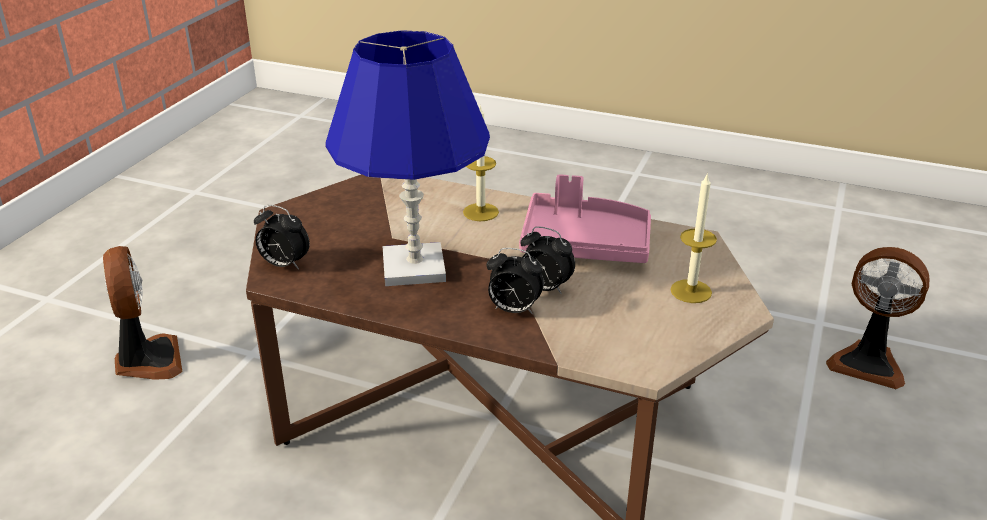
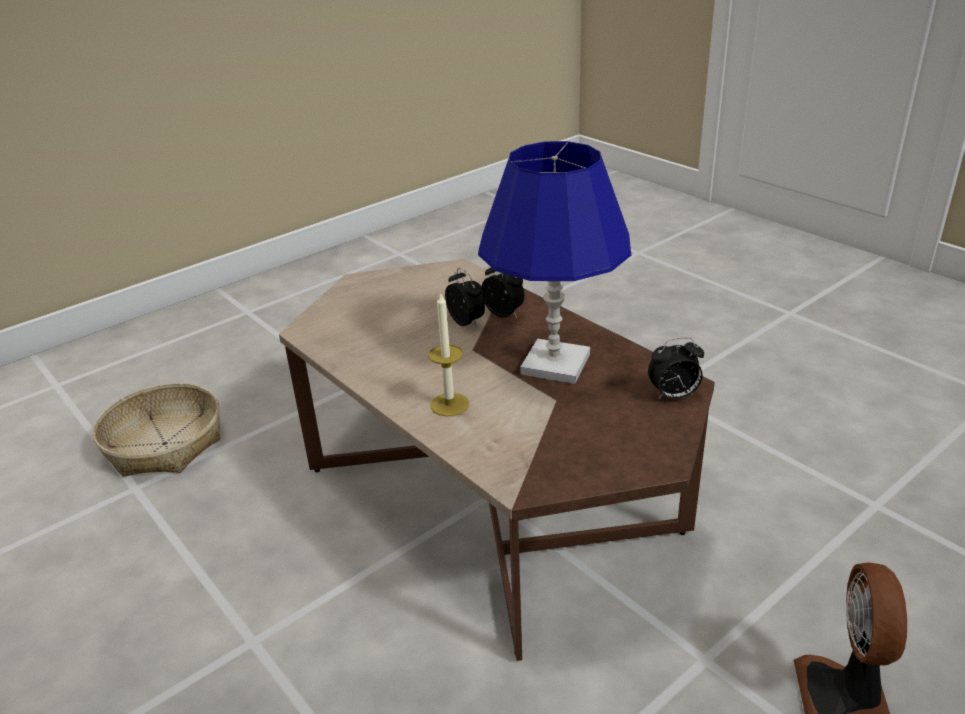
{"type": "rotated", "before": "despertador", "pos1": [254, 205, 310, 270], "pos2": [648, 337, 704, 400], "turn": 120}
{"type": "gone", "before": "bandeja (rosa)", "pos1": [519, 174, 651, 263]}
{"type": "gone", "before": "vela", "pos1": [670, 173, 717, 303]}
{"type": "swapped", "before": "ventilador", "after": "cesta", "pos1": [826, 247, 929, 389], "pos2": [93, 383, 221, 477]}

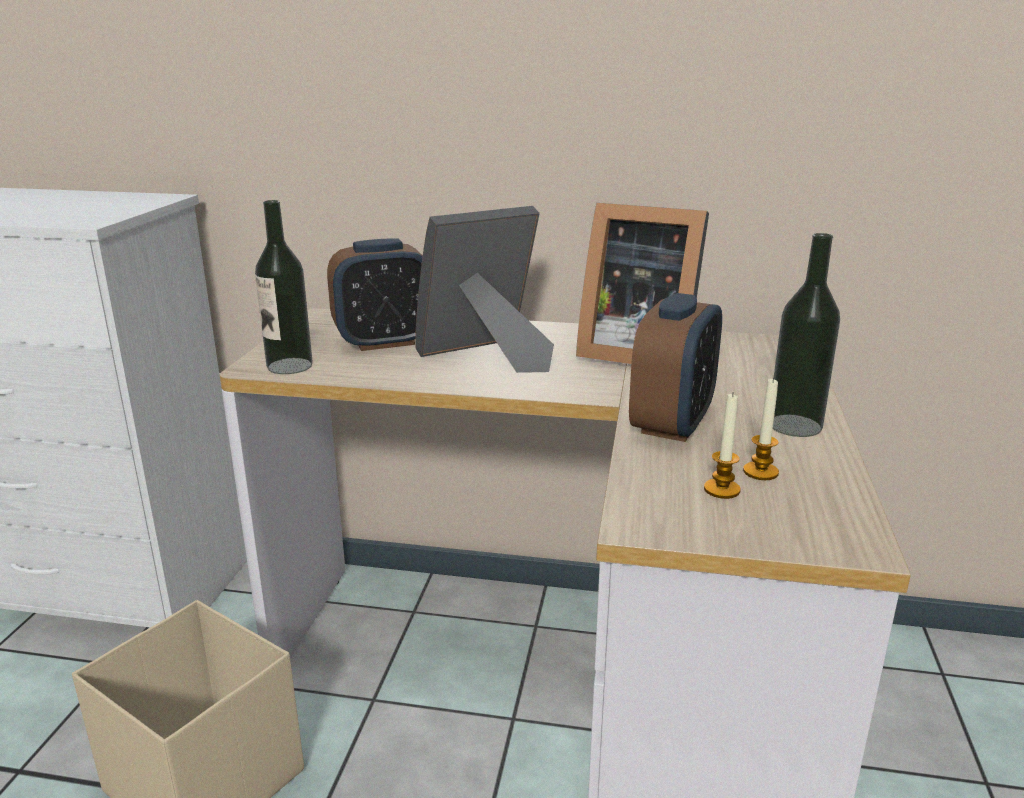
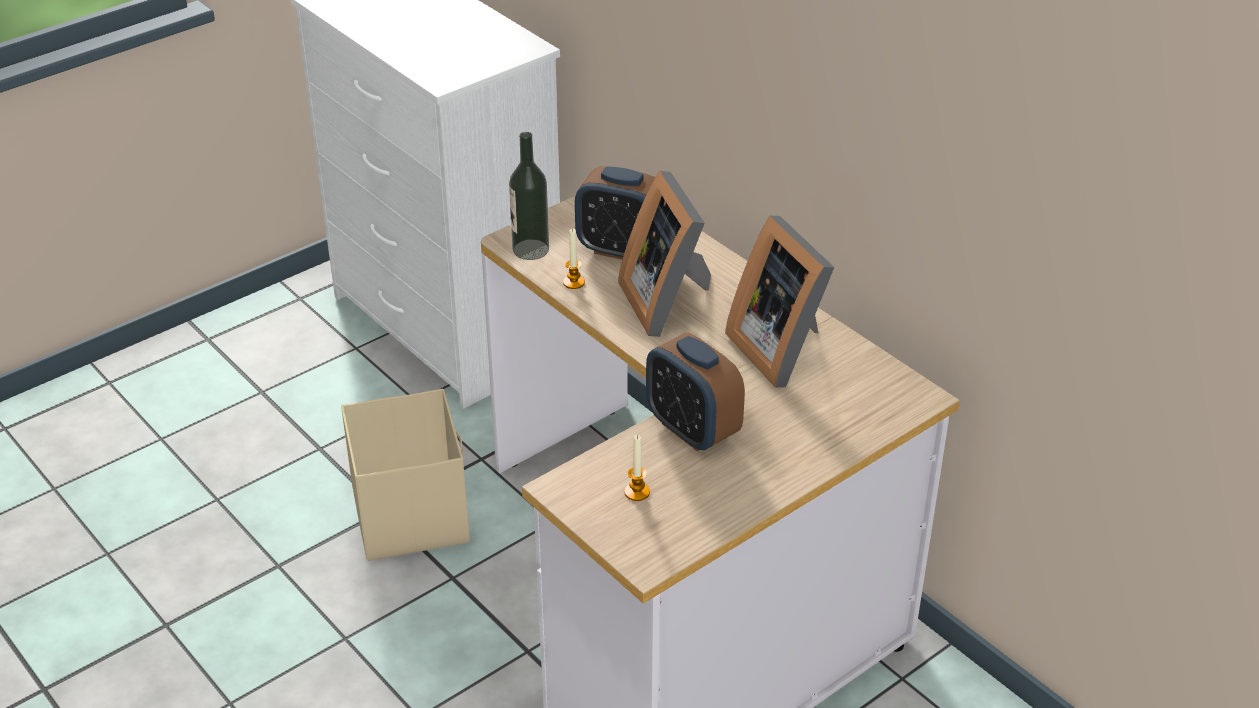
{"type": "rotated", "before": "portarretratos", "pos1": [415, 206, 554, 373], "pos2": [618, 171, 711, 337], "turn": -120}
{"type": "rotated", "before": "despertador", "pos1": [629, 293, 722, 442], "pos2": [646, 333, 745, 451], "turn": 75}
{"type": "shifted", "before": "vela", "pos1": [743, 377, 779, 480], "pos2": [563, 229, 585, 289]}
{"type": "gone", "before": "botella", "pos1": [773, 233, 840, 437]}

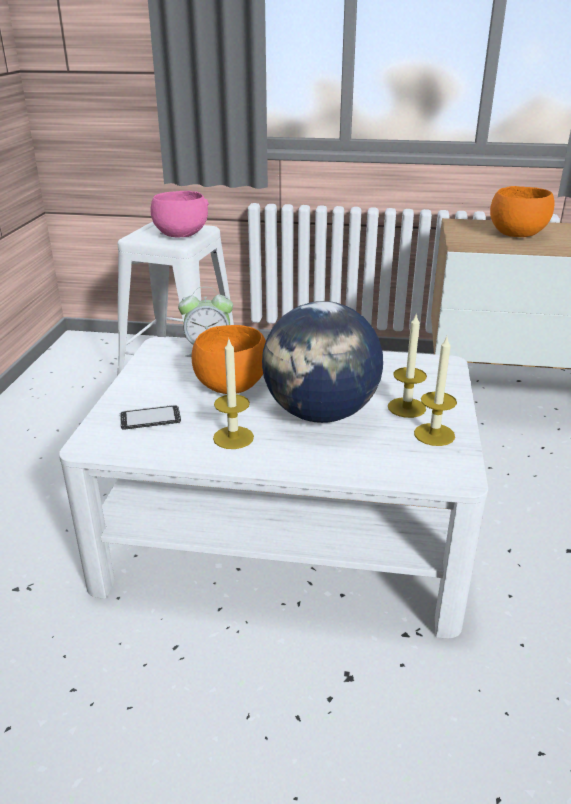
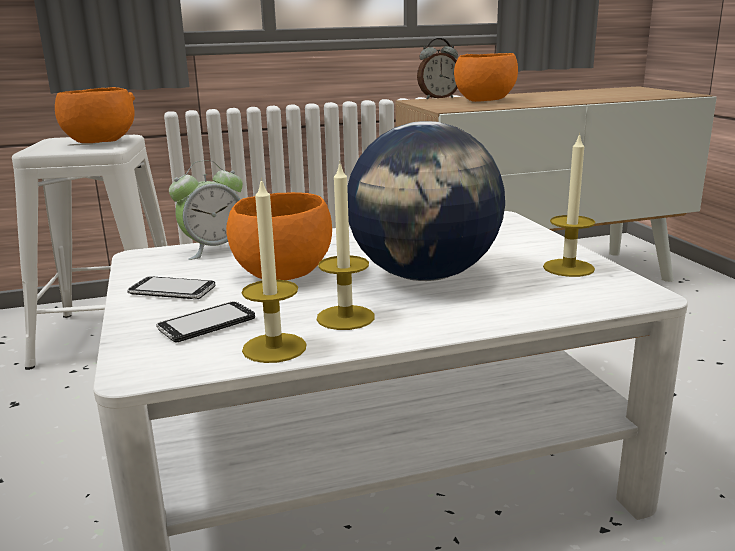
{"type": "repainted", "before": "cuenco (rosa)", "after": "cuenco (naranja)", "pos1": [151, 191, 209, 238], "pos2": [55, 87, 135, 143]}
{"type": "shifted", "before": "vela", "pos1": [388, 312, 427, 418], "pos2": [242, 177, 306, 363]}
{"type": "new", "after": "móvil", "pos2": [127, 276, 215, 299]}
{"type": "new", "after": "despertador", "pos2": [417, 38, 458, 99]}

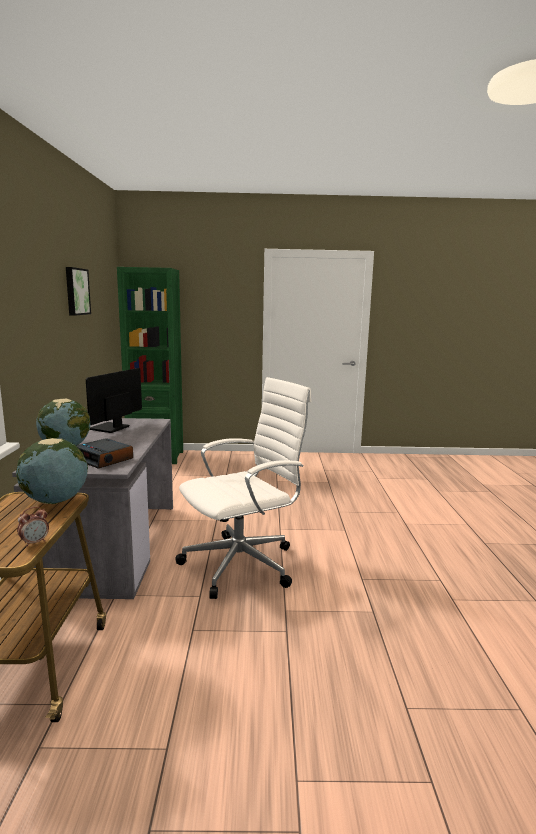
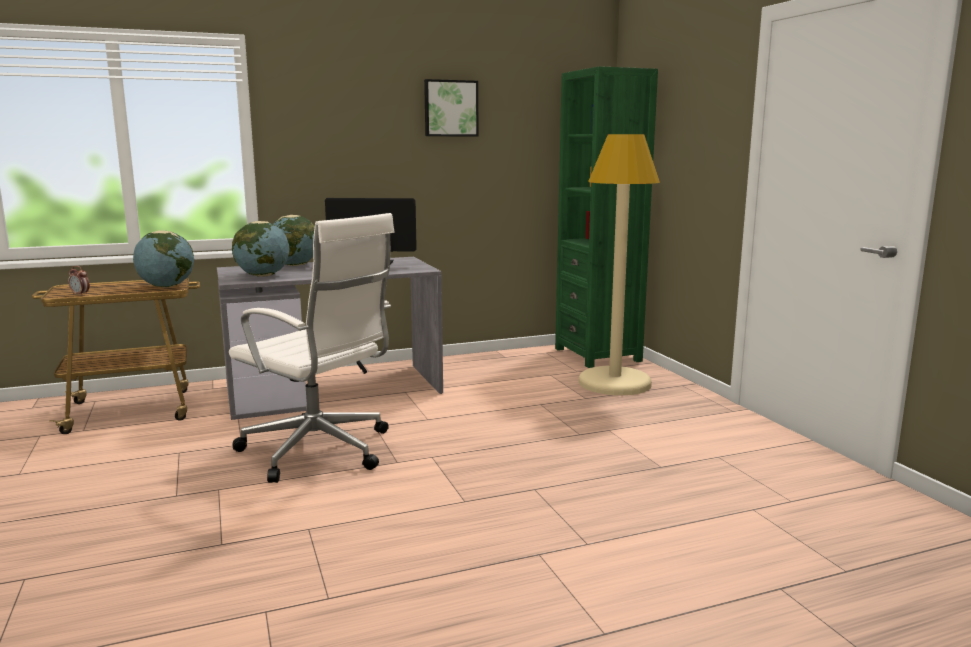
{"type": "swapped", "before": "despertador", "after": "globo terráqueo", "pos1": [76, 438, 133, 469], "pos2": [232, 221, 290, 277]}
{"type": "new", "after": "lámpara de pie (beis)", "pos2": [579, 134, 660, 395]}

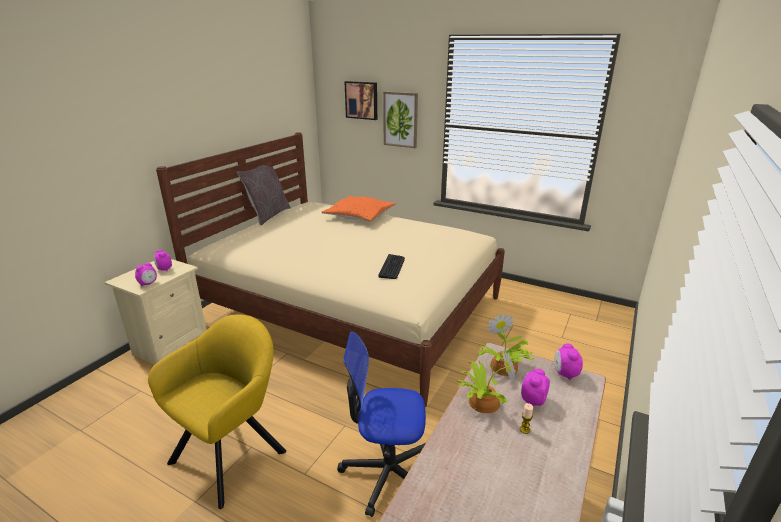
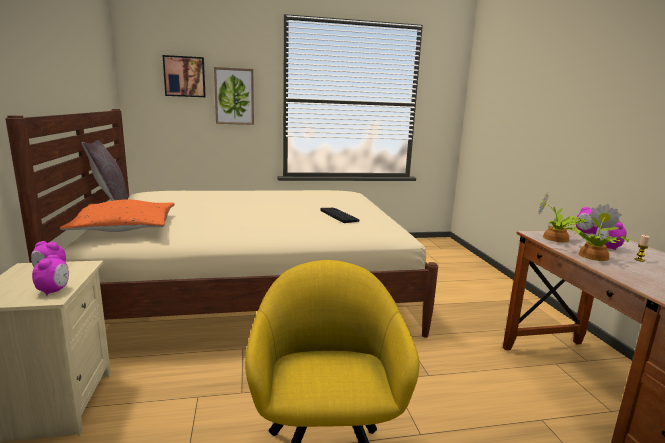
{"type": "shifted", "before": "cojín (naranja)", "pos1": [321, 196, 396, 222], "pos2": [60, 199, 175, 232]}
{"type": "gone", "before": "silla de oficina", "pos1": [337, 332, 426, 517]}

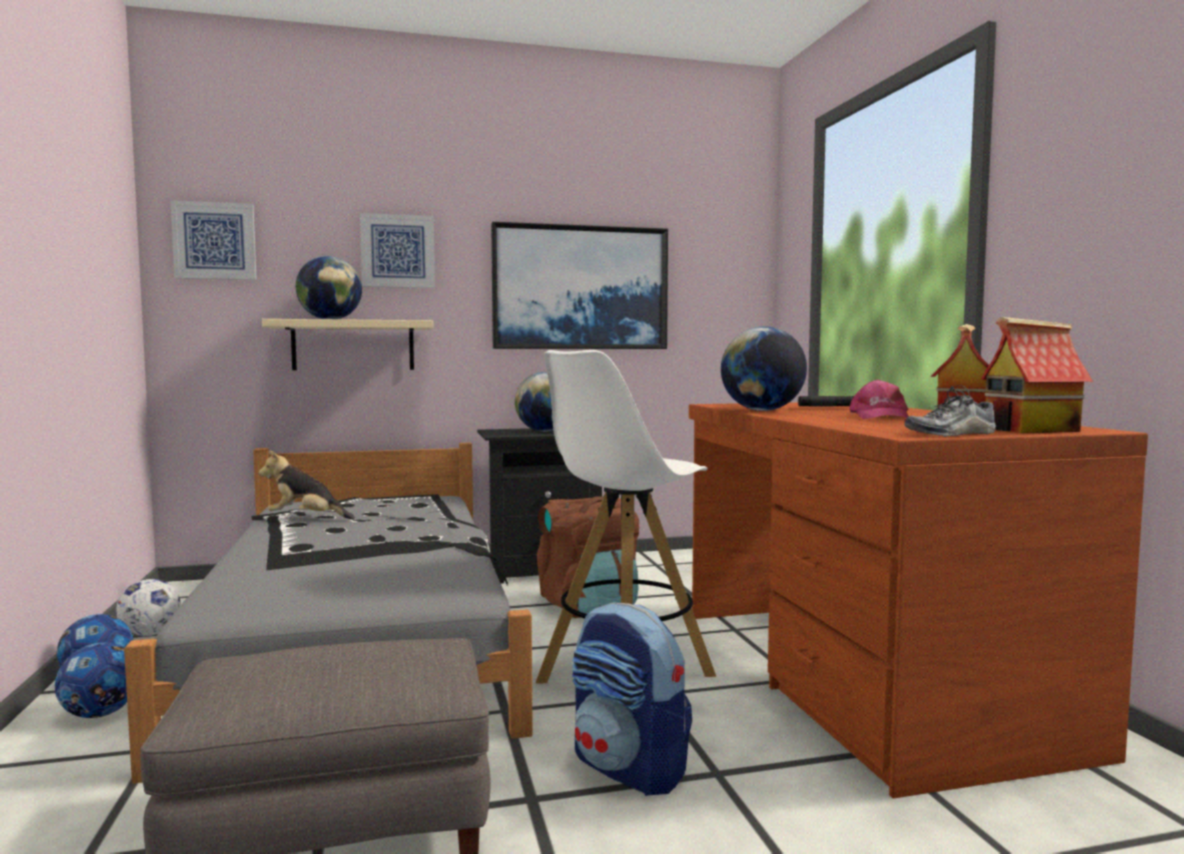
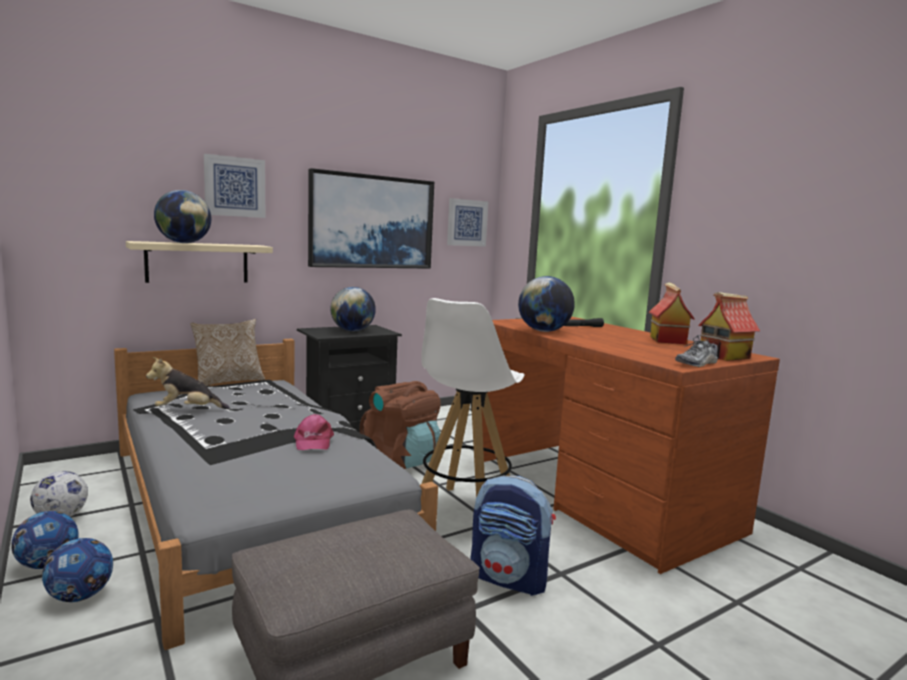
{"type": "shifted", "before": "cuadro", "pos1": [170, 200, 257, 280], "pos2": [447, 198, 488, 247]}
{"type": "shifted", "before": "gorra (rosa)", "pos1": [849, 379, 909, 419], "pos2": [294, 414, 334, 450]}
{"type": "new", "after": "cojín", "pos2": [190, 319, 265, 386]}

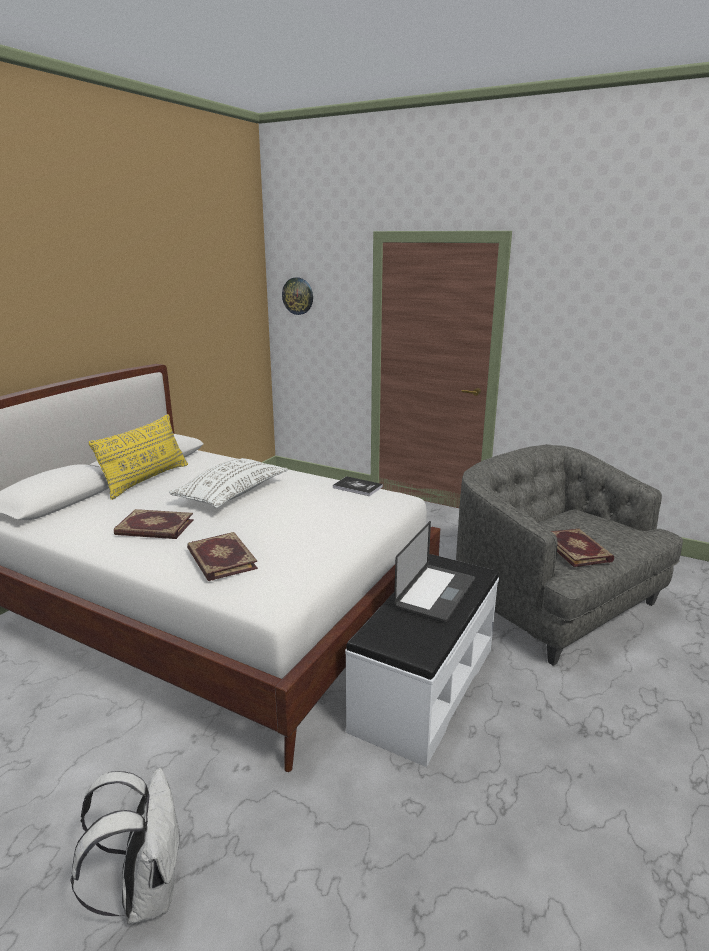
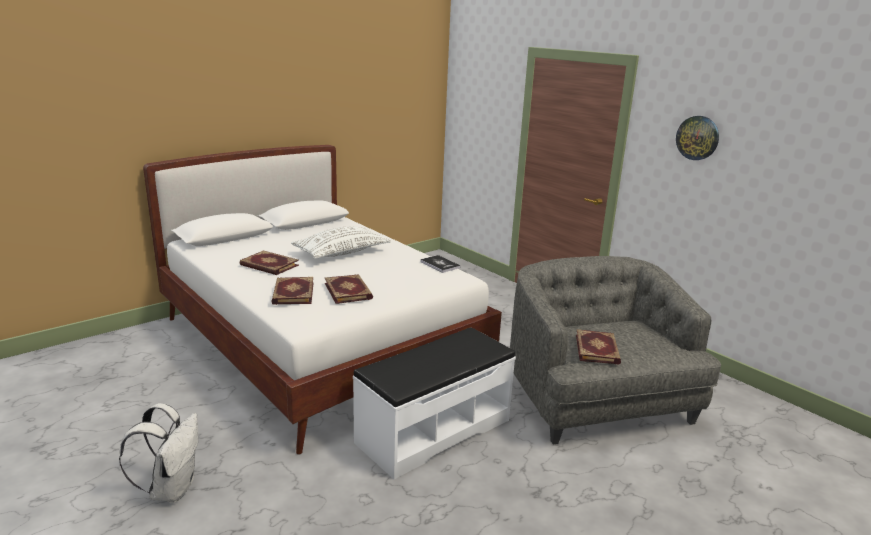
{"type": "gone", "before": "cojín (amarillo)", "pos1": [88, 414, 188, 500]}
{"type": "shifted", "before": "reloj de pared", "pos1": [282, 277, 313, 315], "pos2": [676, 116, 719, 160]}
{"type": "gone", "before": "portátil", "pos1": [394, 521, 475, 623]}
{"type": "new", "after": "libro", "pos2": [325, 274, 373, 304]}

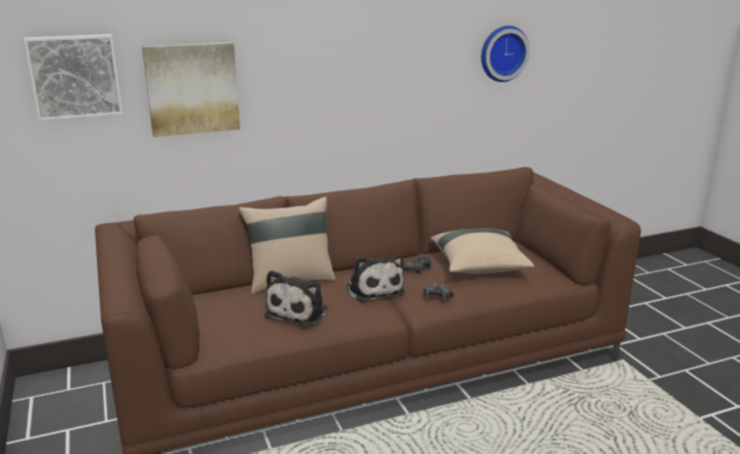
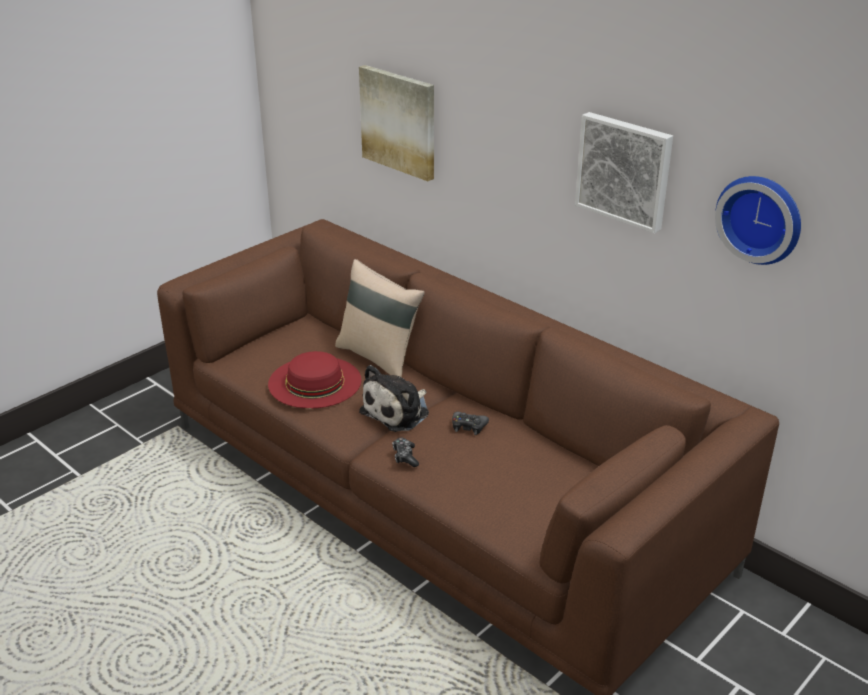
{"type": "shifted", "before": "cuadro", "pos1": [24, 34, 123, 121], "pos2": [575, 112, 673, 233]}
{"type": "swapped", "before": "peluche", "after": "sombrero (rojo)", "pos1": [264, 270, 328, 326], "pos2": [268, 351, 361, 409]}
{"type": "gone", "before": "cojín (beis)", "pos1": [431, 229, 535, 274]}

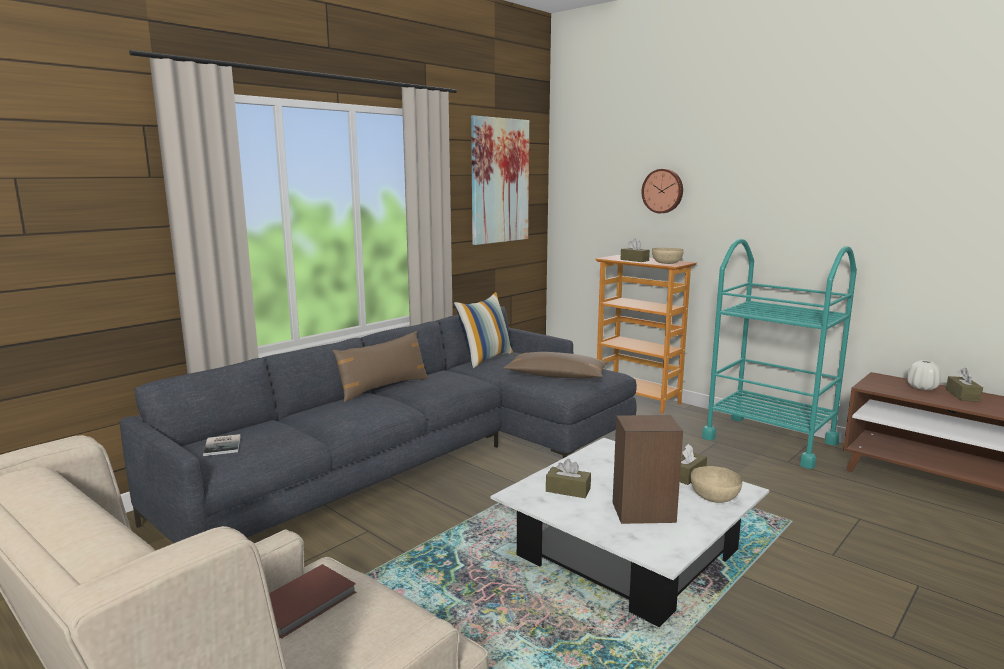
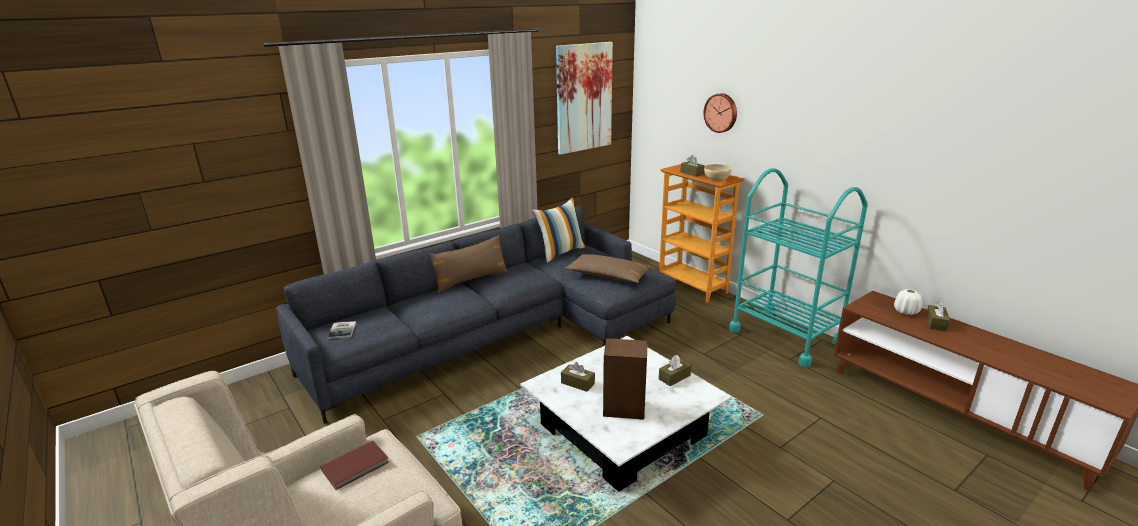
{"type": "gone", "before": "cuenco (beis)", "pos1": [691, 466, 742, 503]}

